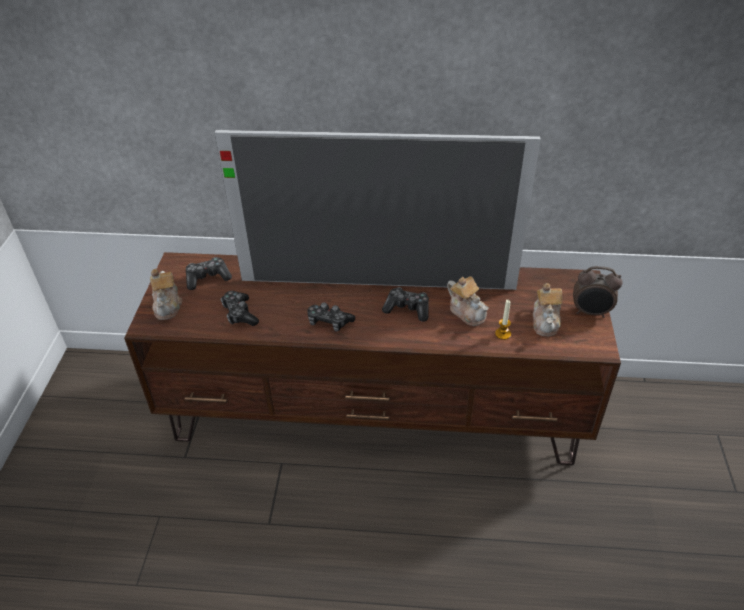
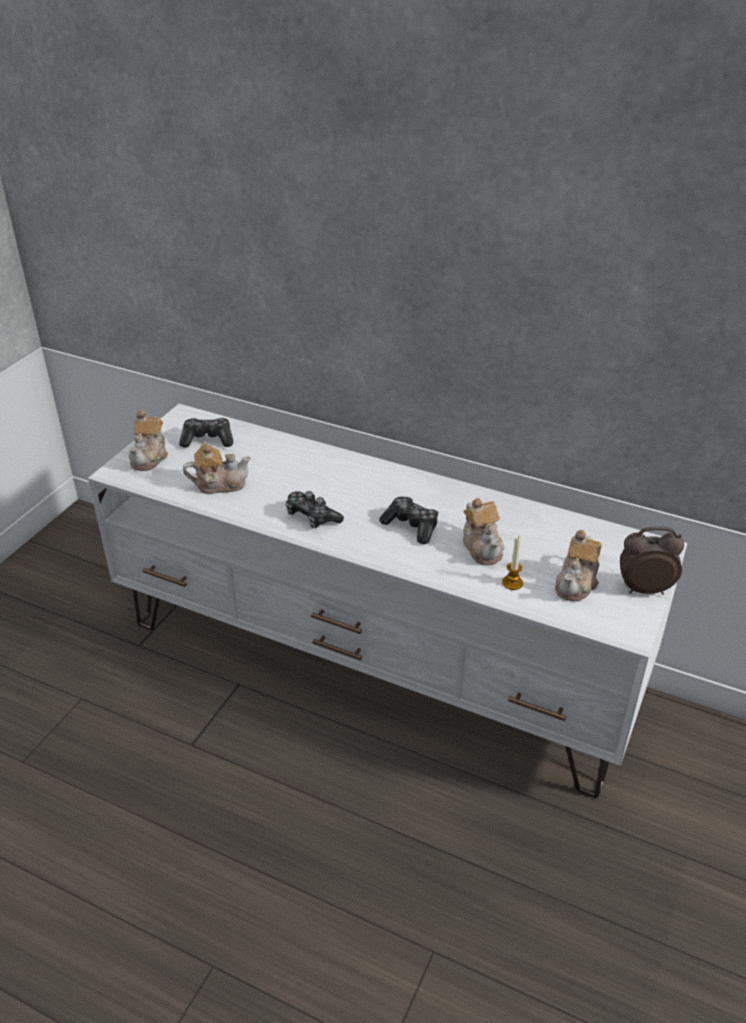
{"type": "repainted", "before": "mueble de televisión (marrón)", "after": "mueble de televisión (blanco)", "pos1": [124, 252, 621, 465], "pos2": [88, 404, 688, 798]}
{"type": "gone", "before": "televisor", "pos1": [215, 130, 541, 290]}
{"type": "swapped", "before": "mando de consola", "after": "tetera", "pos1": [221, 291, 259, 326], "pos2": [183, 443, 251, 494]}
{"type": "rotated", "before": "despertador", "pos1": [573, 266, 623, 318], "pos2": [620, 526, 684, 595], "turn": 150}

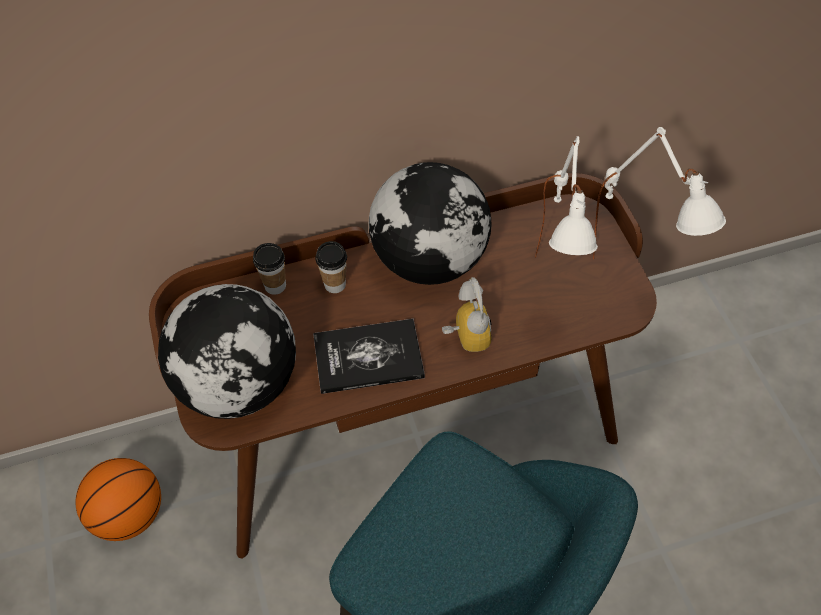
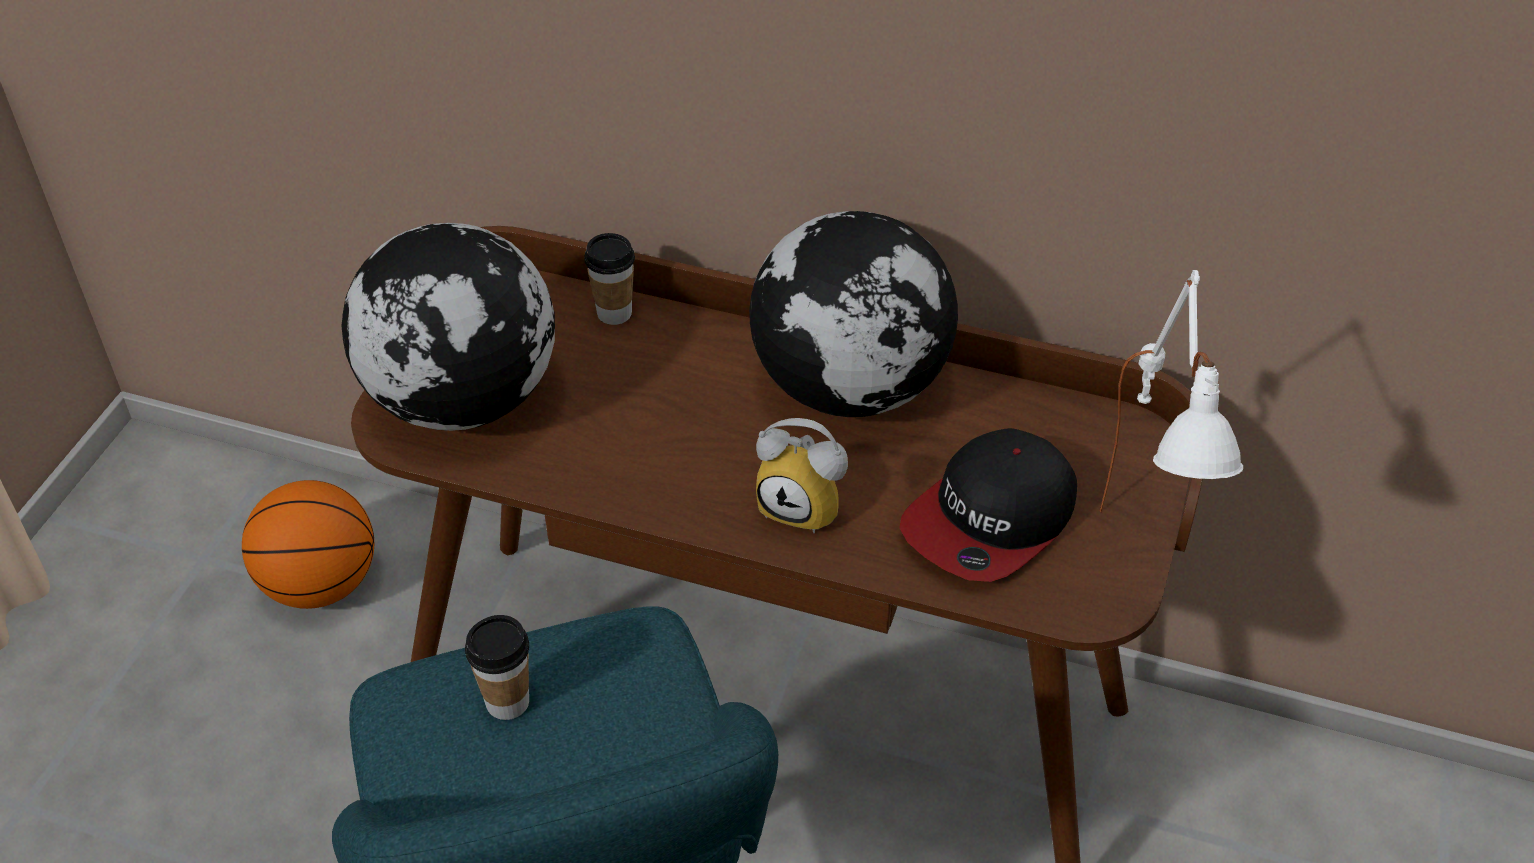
{"type": "gone", "before": "libro", "pos1": [313, 319, 425, 394]}
{"type": "shifted", "before": "taza", "pos1": [315, 241, 347, 293], "pos2": [465, 615, 529, 720]}
{"type": "rotated", "before": "despertador", "pos1": [442, 277, 492, 352], "pos2": [756, 418, 848, 534], "turn": 90}
{"type": "swapped", "before": "lámpara de mesa (blanco)", "after": "gorra", "pos1": [535, 136, 598, 258], "pos2": [899, 428, 1077, 582]}

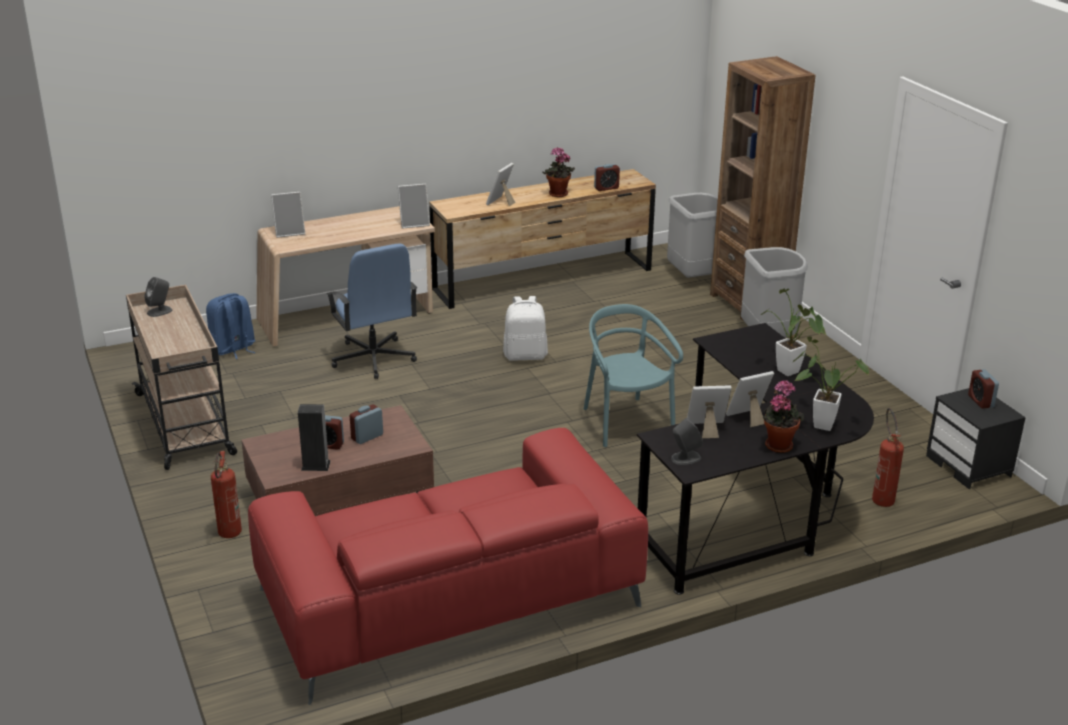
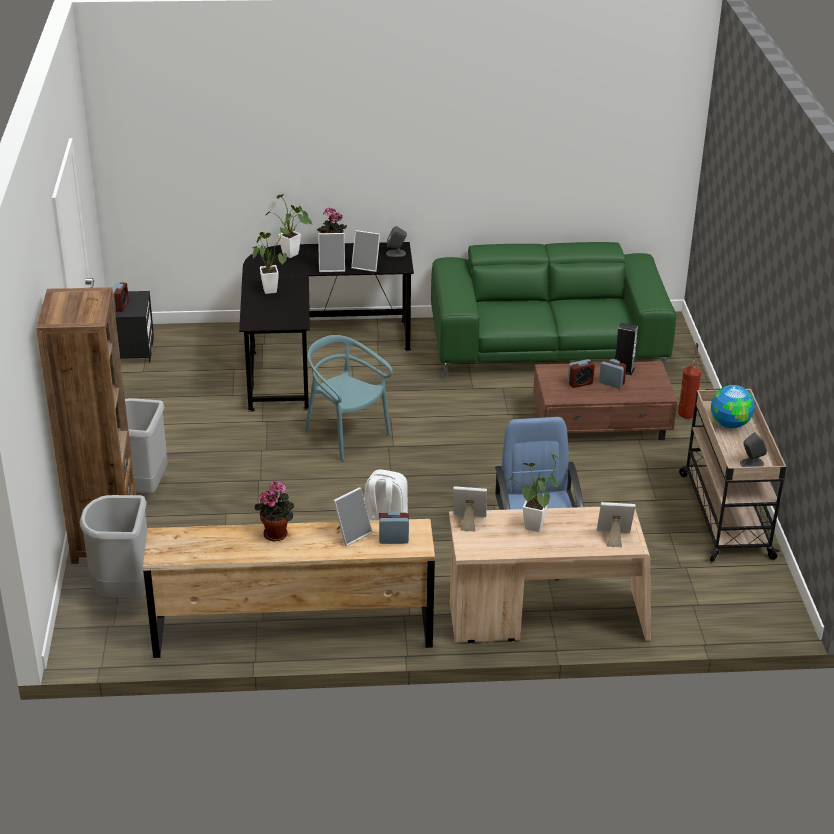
{"type": "gone", "before": "mochila (azul)", "pos1": [206, 293, 255, 359]}
{"type": "repainted", "before": "sofá (rojo)", "after": "sofá (verde)", "pos1": [248, 428, 648, 705], "pos2": [431, 242, 676, 380]}
{"type": "rotated", "before": "silla (turquesa)", "pos1": [584, 304, 683, 447], "pos2": [305, 335, 393, 461], "turn": 135}
{"type": "shifted", "before": "despertador", "pos1": [594, 164, 620, 191], "pos2": [379, 511, 409, 544]}
{"type": "gone", "before": "extintor", "pos1": [872, 408, 904, 507]}
{"type": "new", "after": "planta en maceta", "pos2": [499, 453, 558, 532]}
{"type": "new", "after": "globo terráqueo", "pos2": [711, 385, 755, 428]}

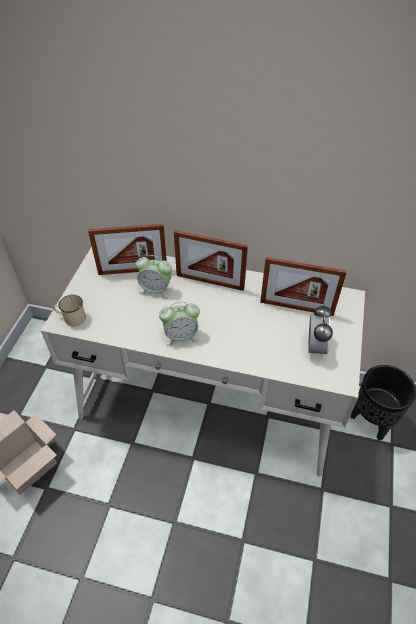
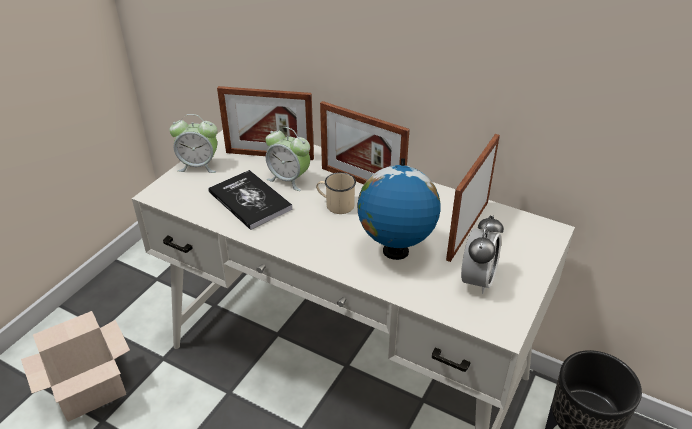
{"type": "shifted", "before": "taza grande (beis)", "pos1": [53, 295, 86, 326], "pos2": [316, 172, 356, 214]}
{"type": "shifted", "before": "despertador", "pos1": [159, 302, 200, 346], "pos2": [169, 114, 217, 173]}
{"type": "rotated", "before": "portarretratos", "pos1": [260, 257, 347, 316], "pos2": [446, 134, 500, 262], "turn": 90}
{"type": "new", "after": "libro", "pos2": [208, 170, 292, 230]}
{"type": "new", "after": "globo terráqueo", "pos2": [358, 158, 440, 260]}

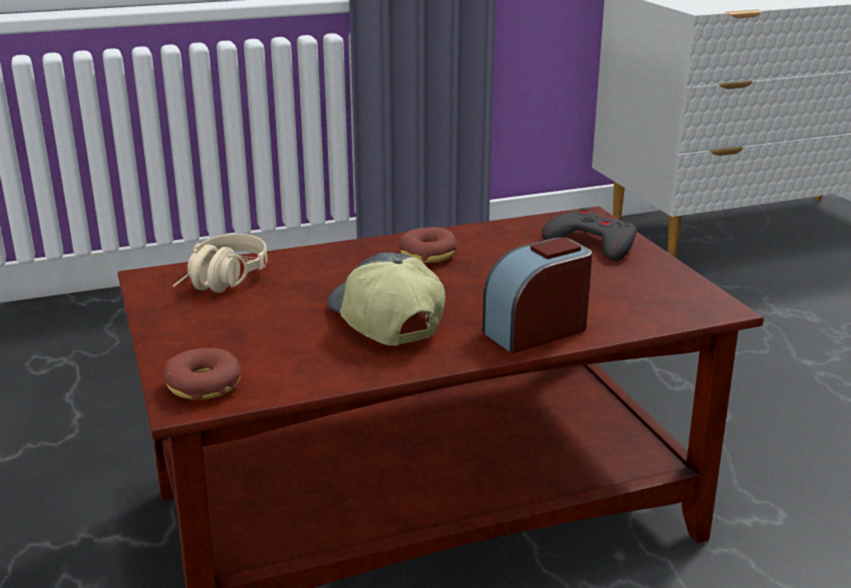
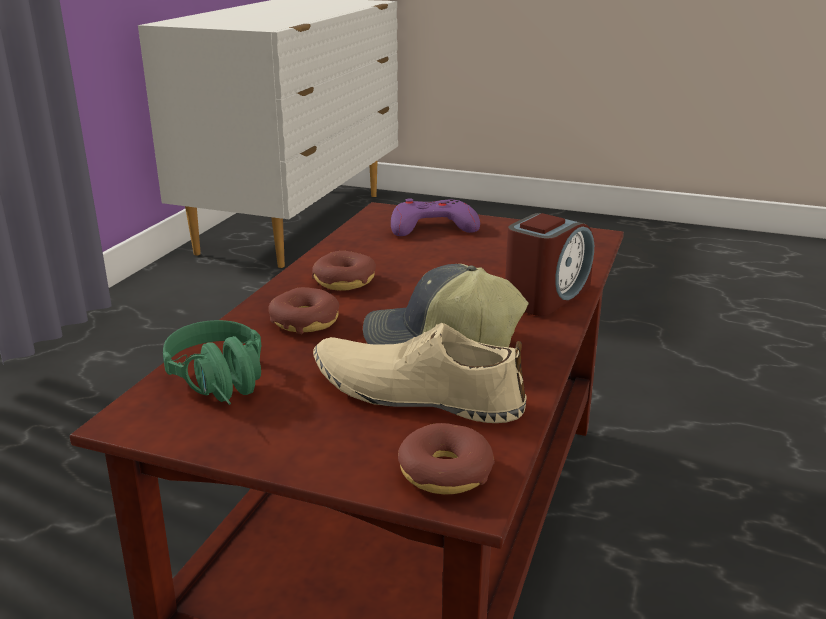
{"type": "repainted", "before": "auriculares (beis)", "after": "auriculares (verde)", "pos1": [173, 234, 268, 293], "pos2": [163, 320, 261, 405]}
{"type": "rotated", "before": "despertador", "pos1": [482, 237, 592, 354], "pos2": [505, 213, 594, 316], "turn": -150}
{"type": "repainted", "before": "mando de consola (gris)", "after": "mando de consola (morado)", "pos1": [541, 208, 637, 261], "pos2": [391, 198, 480, 236]}
{"type": "new", "after": "rosquilla", "pos2": [268, 287, 339, 334]}
{"type": "new", "after": "zapato (beis)", "pos2": [313, 323, 527, 423]}

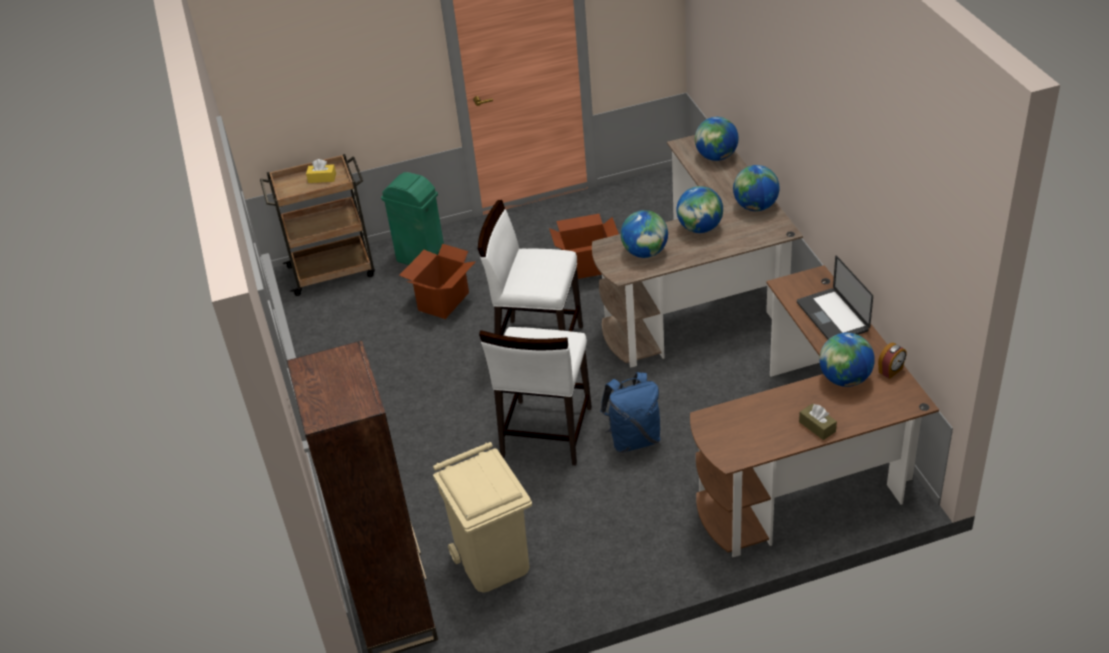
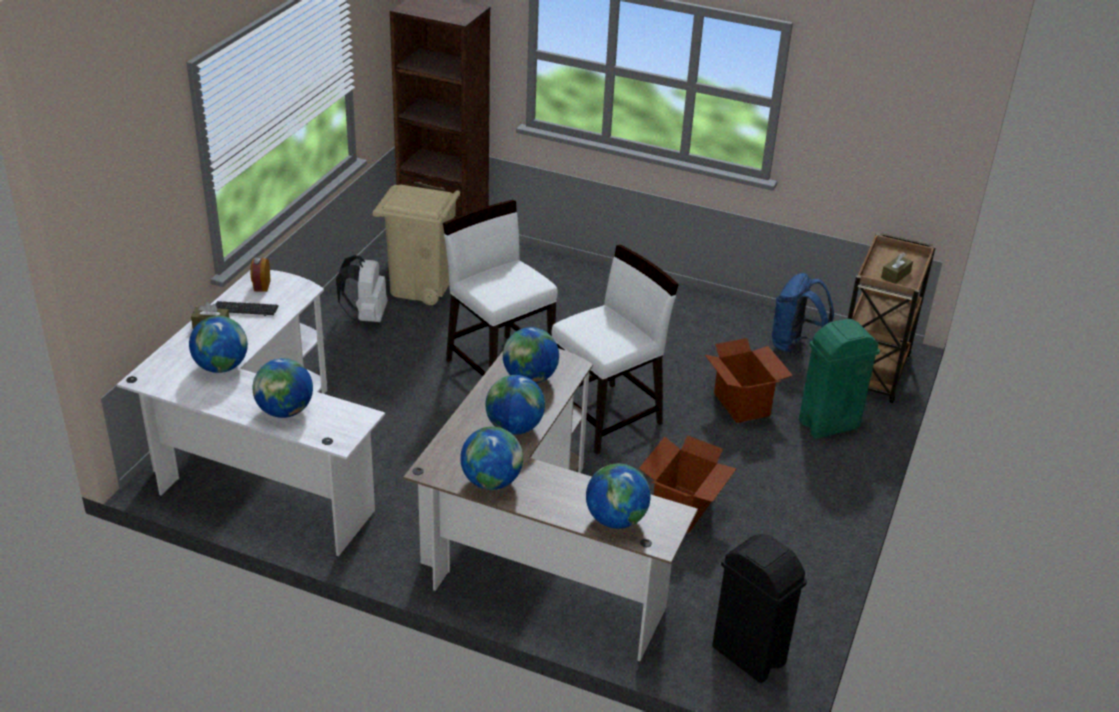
{"type": "repainted", "before": "caja de pañuelos (amarillo)", "after": "caja de pañuelos (marrón)", "pos1": [306, 159, 336, 183], "pos2": [881, 253, 913, 284]}
{"type": "shifted", "before": "mochila (azul)", "pos1": [600, 372, 660, 453], "pos2": [772, 273, 834, 353]}
{"type": "repainted", "before": "escritorio (marrón)", "after": "escritorio (blanco)", "pos1": [690, 265, 939, 557], "pos2": [117, 270, 385, 556]}
{"type": "swapped", "before": "portátil", "after": "globo terráqueo", "pos1": [797, 256, 873, 340], "pos2": [253, 358, 313, 418]}
{"type": "shifted", "before": "despertador", "pos1": [878, 343, 907, 379], "pos2": [251, 257, 271, 292]}
{"type": "new", "after": "teclado", "pos2": [215, 301, 279, 316]}
{"type": "new", "after": "mochila (blanco)", "pos2": [336, 255, 388, 322]}
{"type": "new", "after": "papelera (negro)", "pos2": [712, 534, 807, 683]}

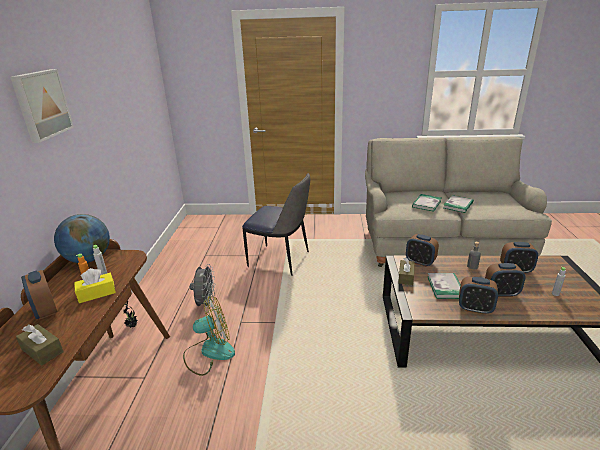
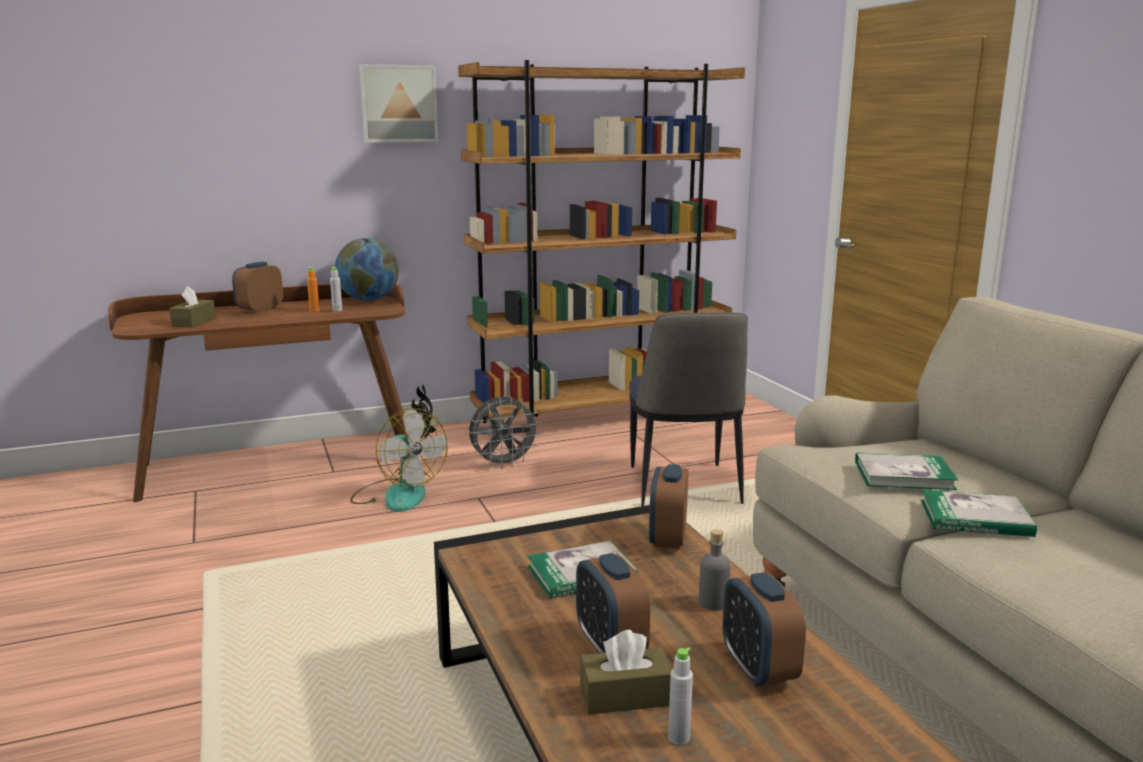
{"type": "gone", "before": "caja de pañuelos (amarillo)", "pos1": [74, 268, 116, 303]}
{"type": "shifted", "before": "caja de pañuelos (marrón)", "pos1": [398, 257, 414, 285], "pos2": [580, 630, 672, 715]}
{"type": "gone", "before": "despertador", "pos1": [459, 277, 498, 315]}
{"type": "new", "after": "estantería (marrón)", "pos2": [458, 60, 745, 442]}

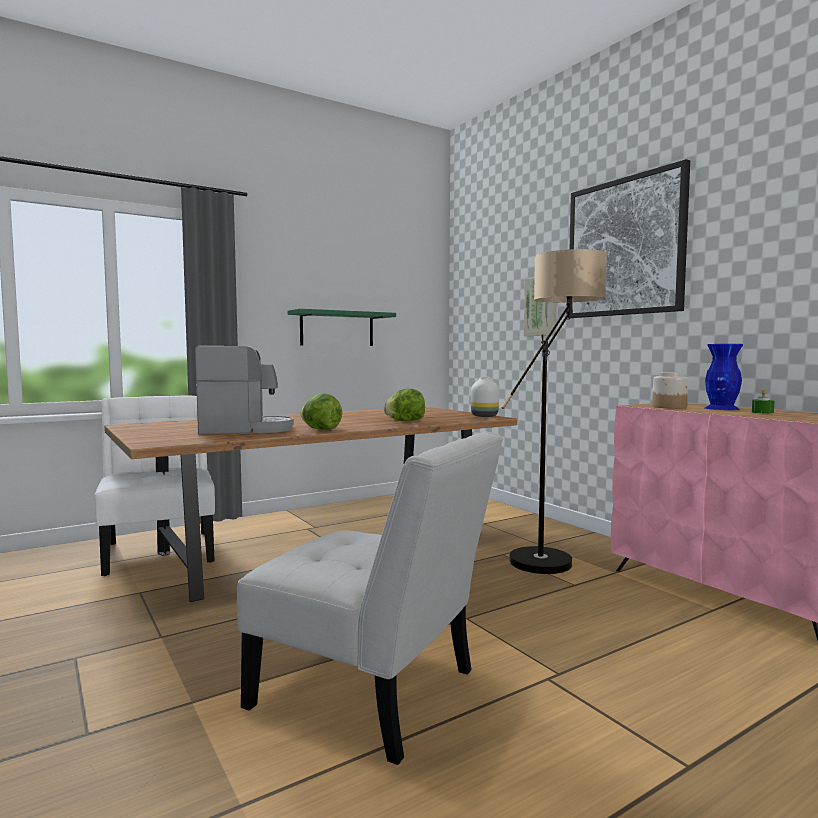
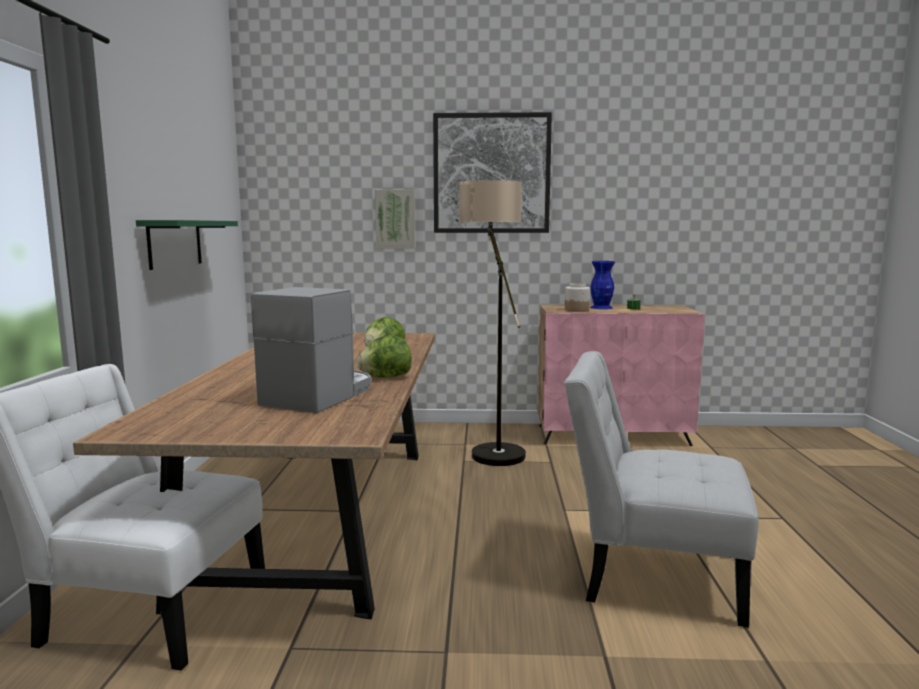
{"type": "rotated", "before": "silla (blanco)", "pos1": [237, 432, 503, 765], "pos2": [564, 351, 759, 628], "turn": -135}
{"type": "gone", "before": "florero (blanco)", "pos1": [471, 377, 499, 417]}

